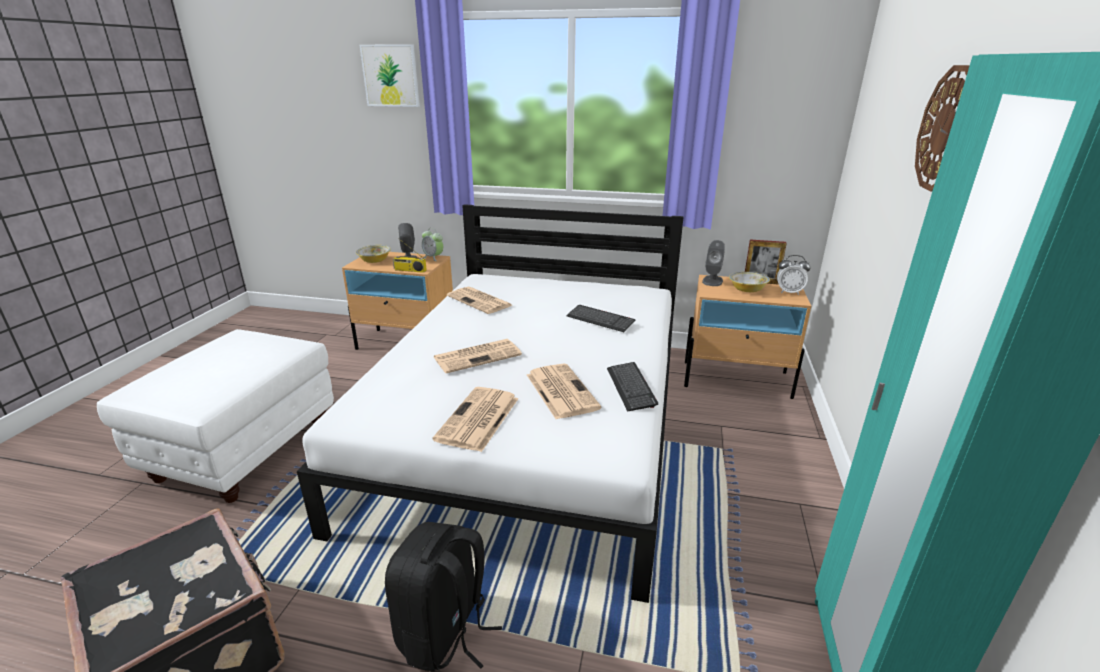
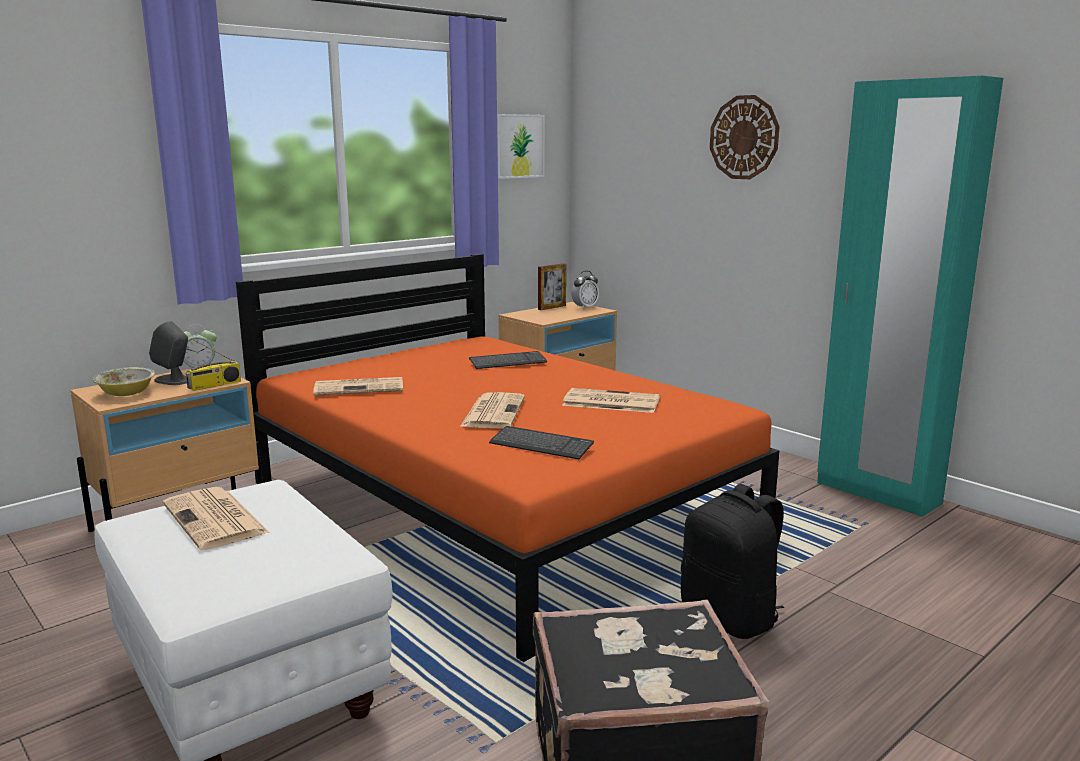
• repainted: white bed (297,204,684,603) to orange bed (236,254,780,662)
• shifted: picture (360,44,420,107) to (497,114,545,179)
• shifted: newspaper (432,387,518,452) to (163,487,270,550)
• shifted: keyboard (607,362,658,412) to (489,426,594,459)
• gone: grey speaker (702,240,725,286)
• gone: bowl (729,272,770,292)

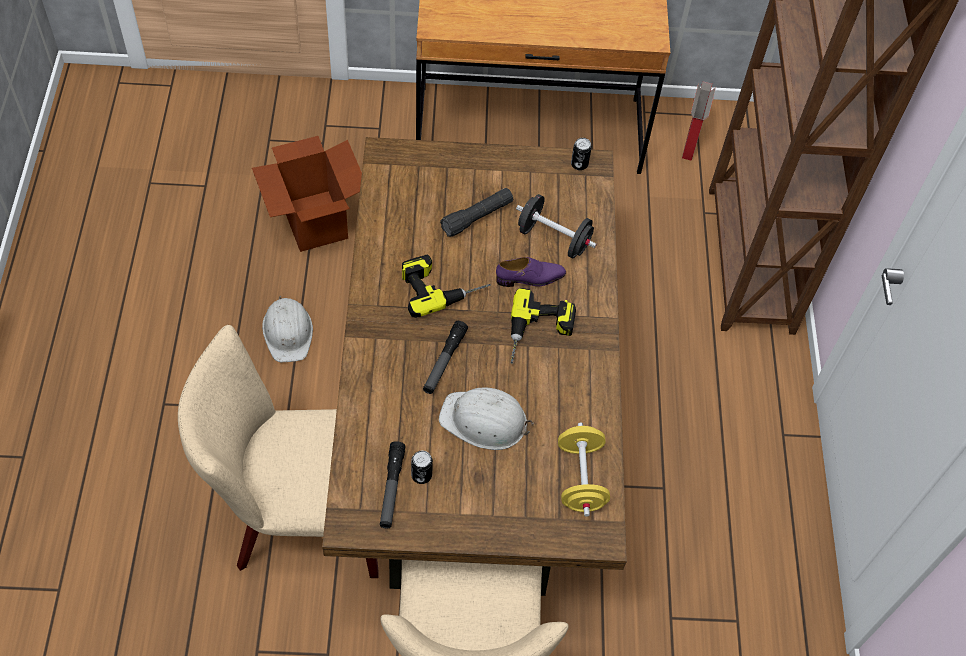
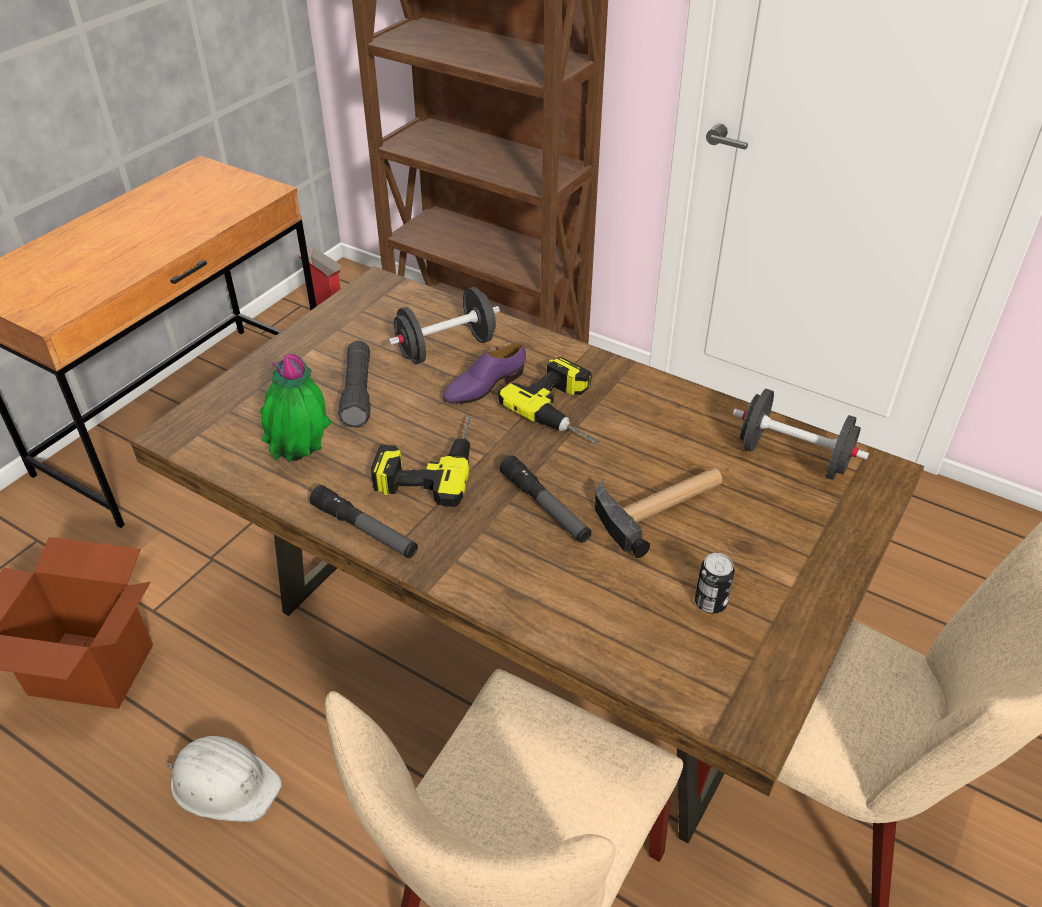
• shifted: flashlight (380,441,406,528) to (309,485,418,558)
• swapped: white hard hat (439,387,534,450) to hammer (595,467,723,558)
• rotated: purple shoe (496,257,566,287) = (443,342,526,404) 150 degrees counterclockwise
• repainted: yellow dumbbell (558,423,610,517) to black dumbbell (733,389,869,480)
• gone: can (571,138,592,170)
• new: potted plant (260,354,332,463)

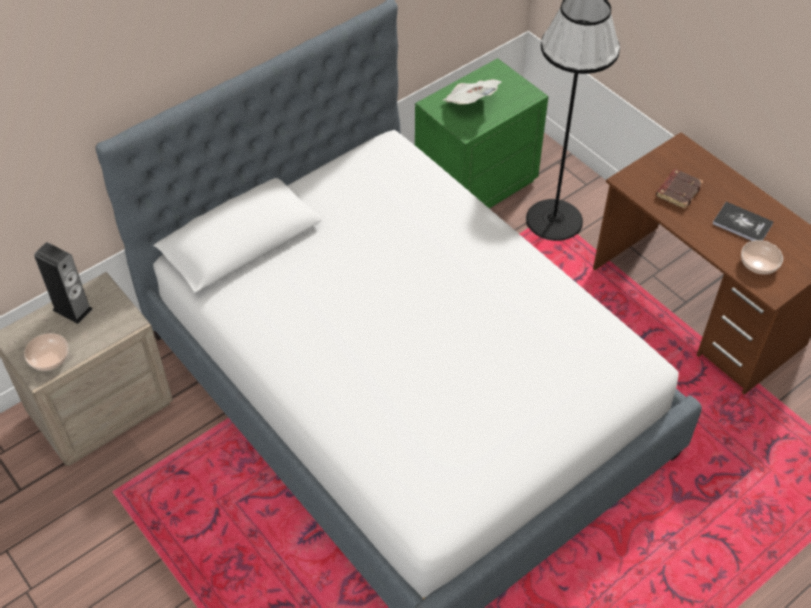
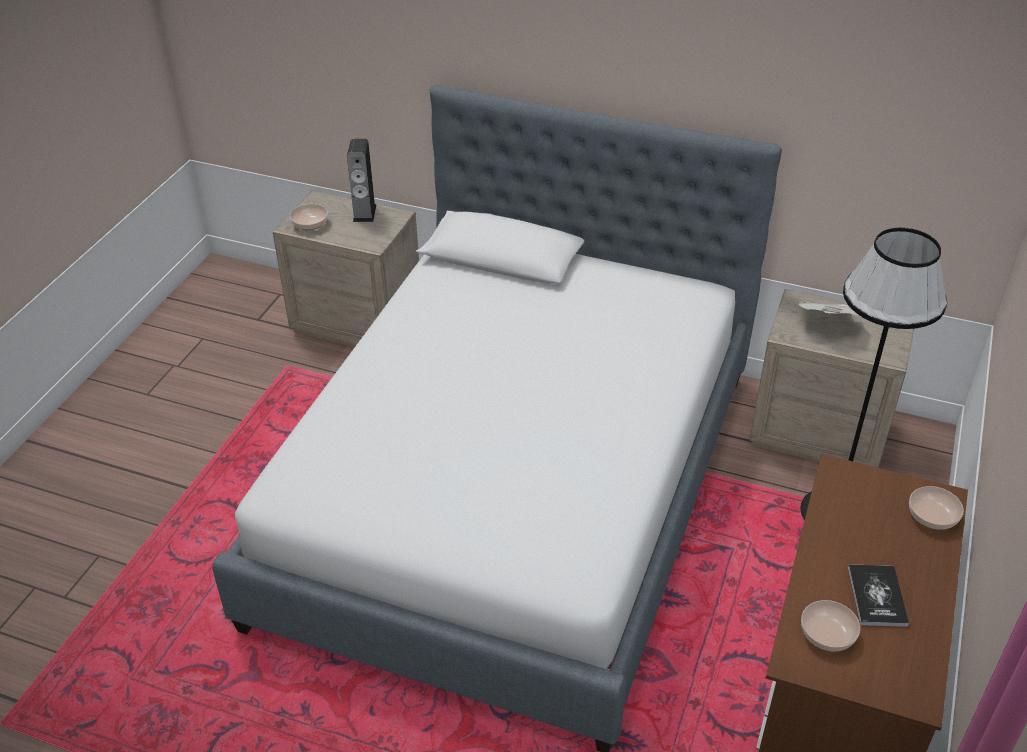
• repainted: green nightstand (415,58,549,208) to beige nightstand (750,289,914,468)
• gone: brown book (656,169,703,209)
• new: bowl (909,486,964,529)

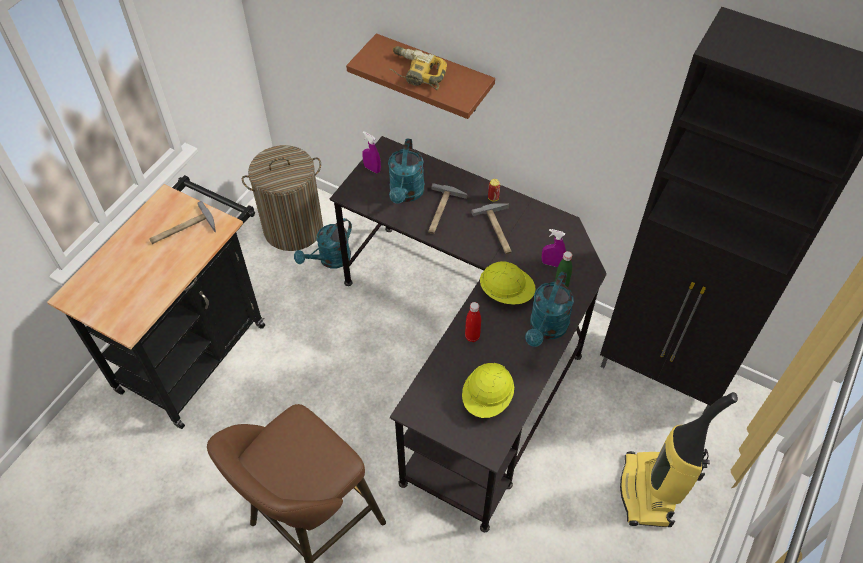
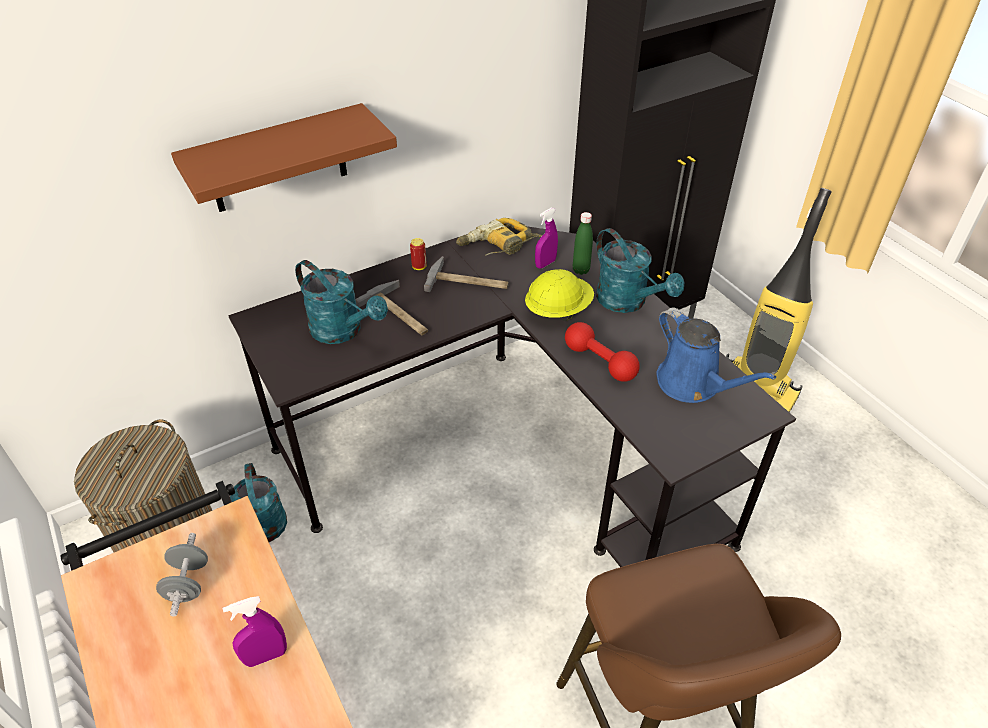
• swapped: hammer (149,201,216,244) to grey dumbbell (156,533,208,616)
• shifted: purple spray bottle (362,131,381,173) to (222,596,287,667)
• shifted: power drill (389,46,447,90) to (456,218,542,255)
• swapped: yellow hard hat (462,363,514,418) to blue watering can (656,307,776,403)
• swapped: red bottle (465,302,481,342) to red dumbbell (565,322,640,382)

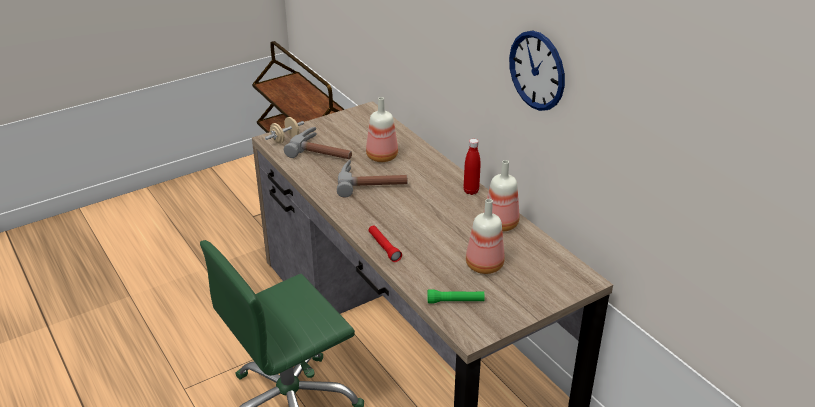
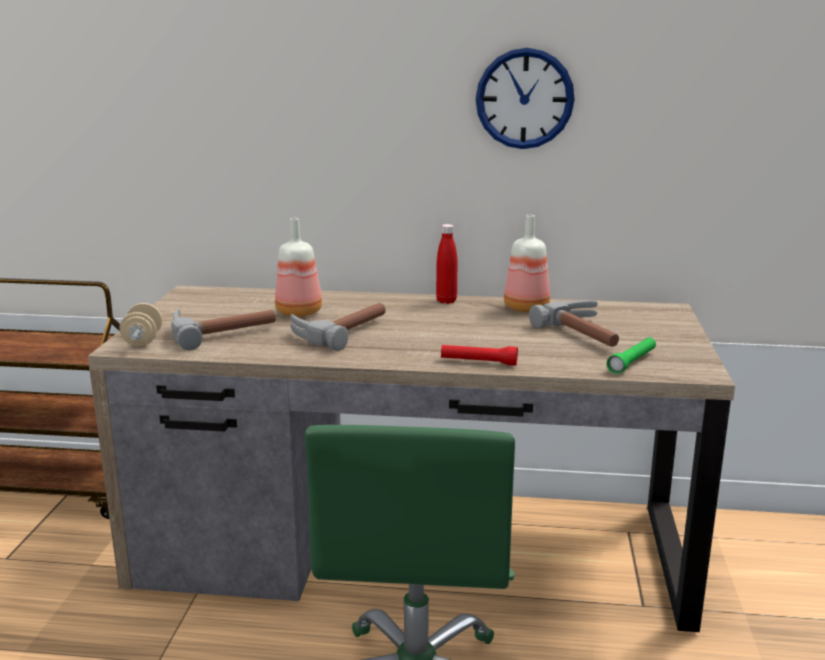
• swapped: bottle (466,199,505,274) to hammer (529,300,619,347)

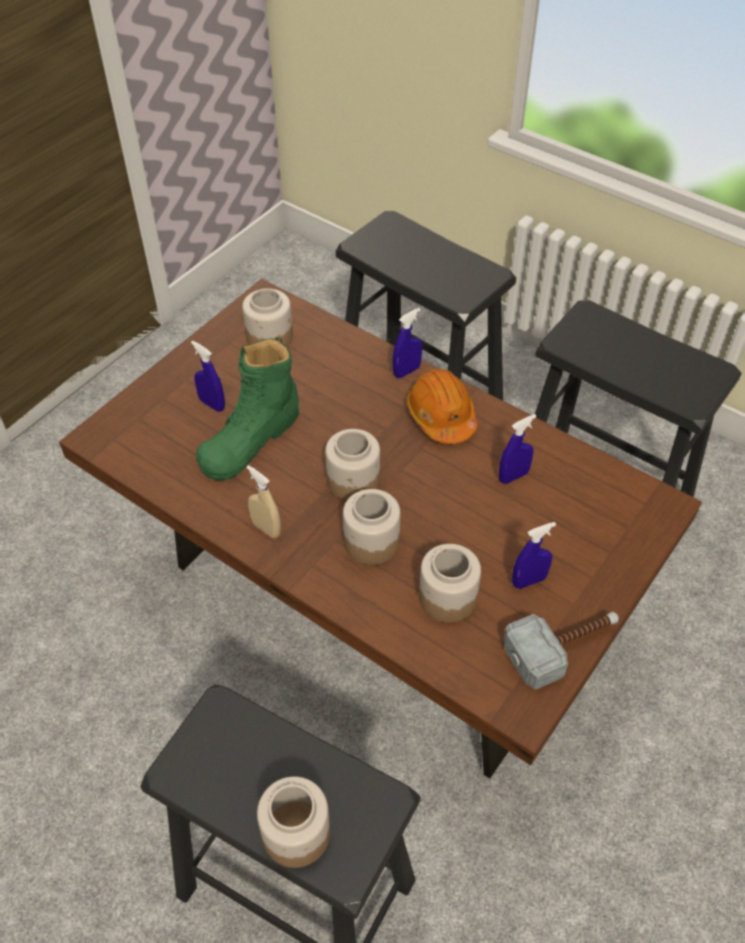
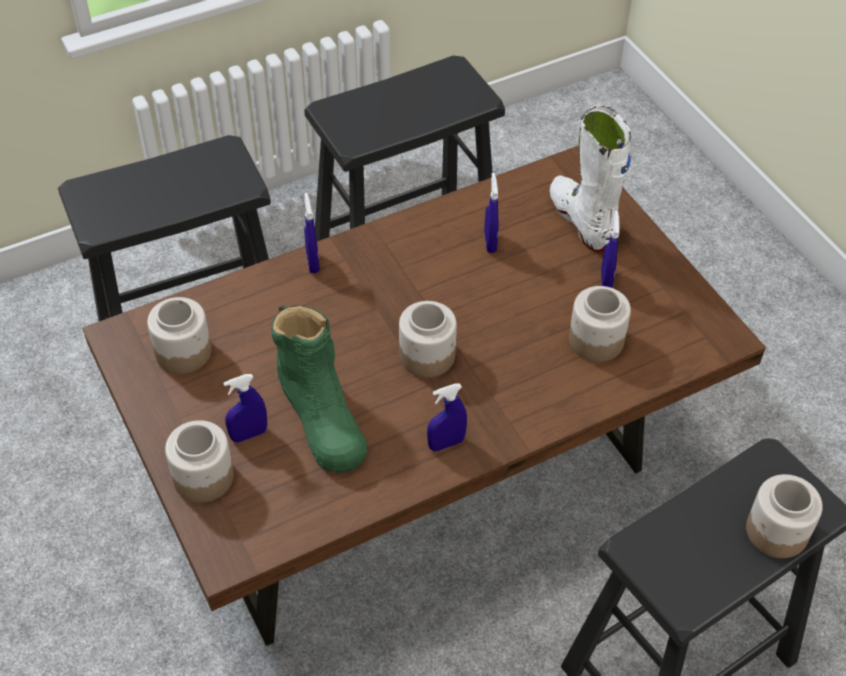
• repainted: beige spray bottle (246,465,281,538) to blue spray bottle (427,384,467,451)
• shifted: jar (343,489,401,565) to (165,420,234,503)
• gone: orange hard hat (406,369,478,444)
• gone: hammer (504,612,619,689)
• new: white boot (550,105,631,253)

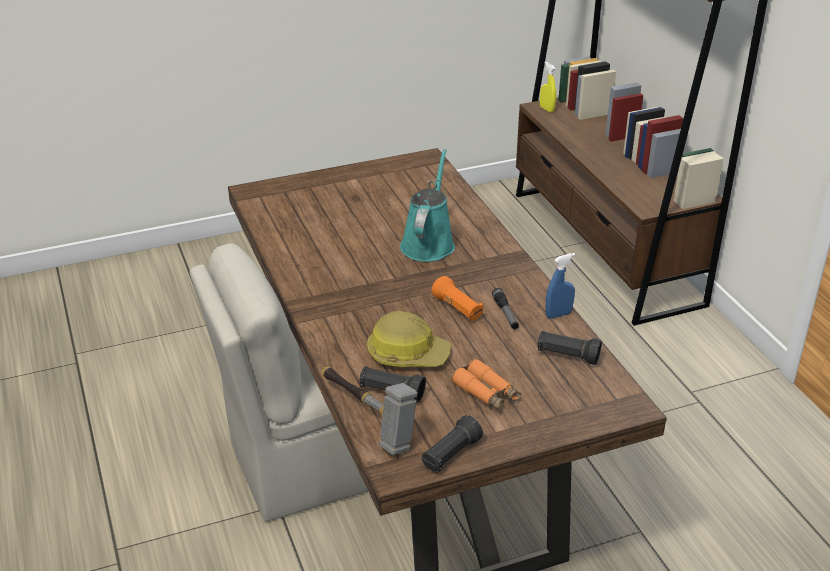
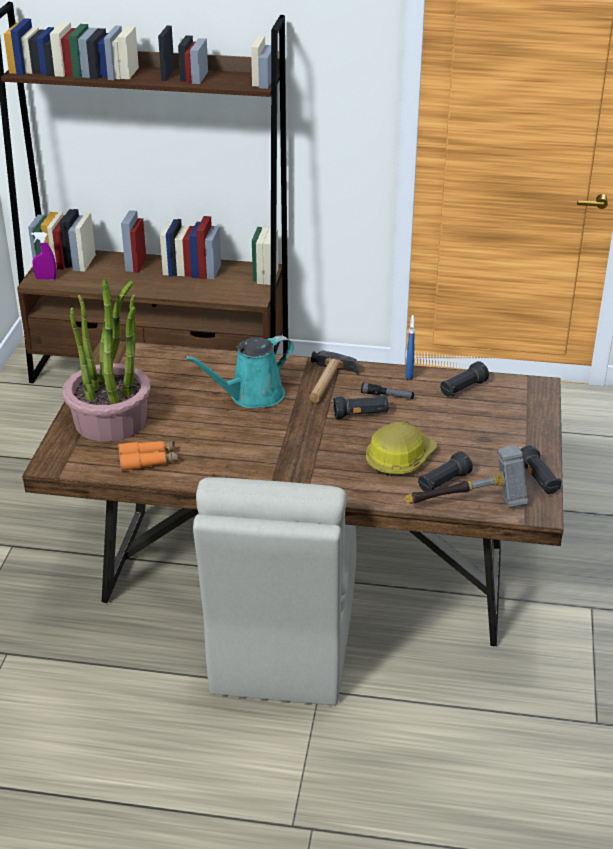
• rotated: turquoise watering can (400,149,455,262) = (185,336,294,408) 75 degrees counterclockwise
• repainted: orange flashlight (432,276,483,321) to black flashlight (333,395,389,419)
• shifted: orange binoculars (452,359,521,411) to (118,441,178,471)
• repainted: yellow spray bottle (540,62,556,113) to purple spray bottle (31,232,56,280)
• new: potted plant (62,279,151,442)
• new: hammer (309,350,359,403)

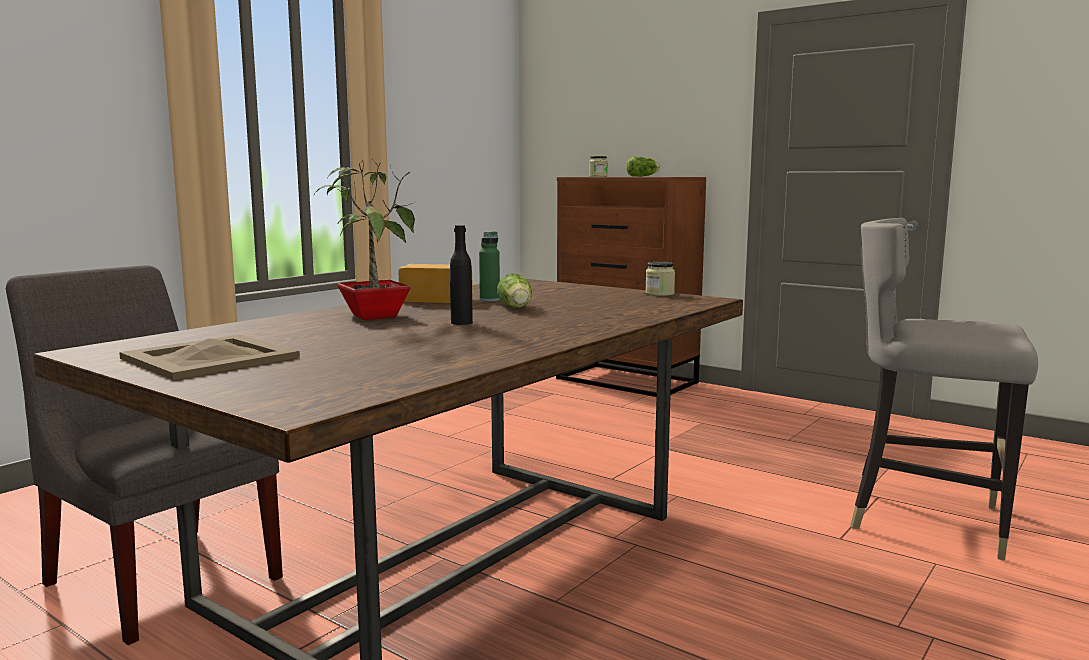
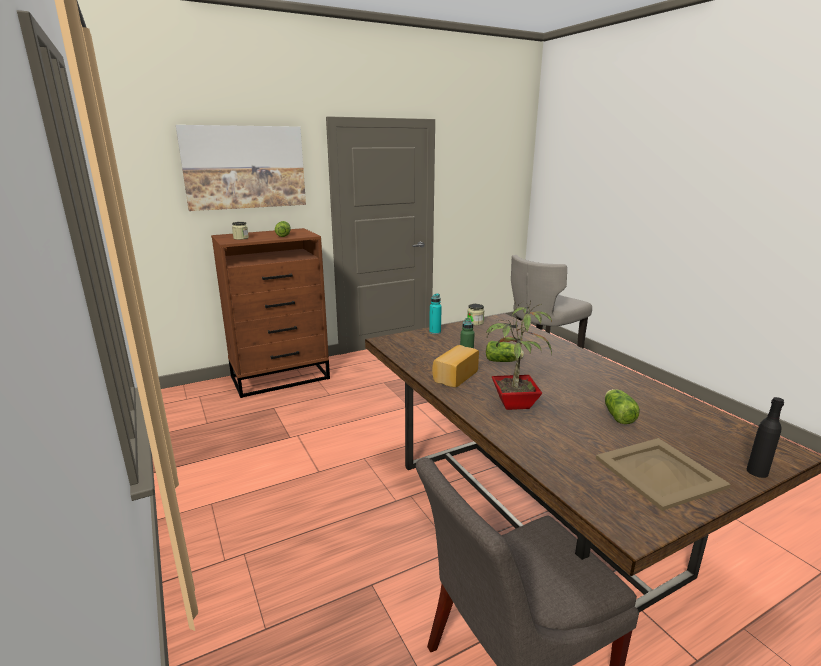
• shifted: black bottle (450,225,473,325) to (747,397,784,478)
• new: picture (176,125,306,211)
• new: turquoise bottle (429,293,442,334)
• new: lettuce (605,389,640,424)

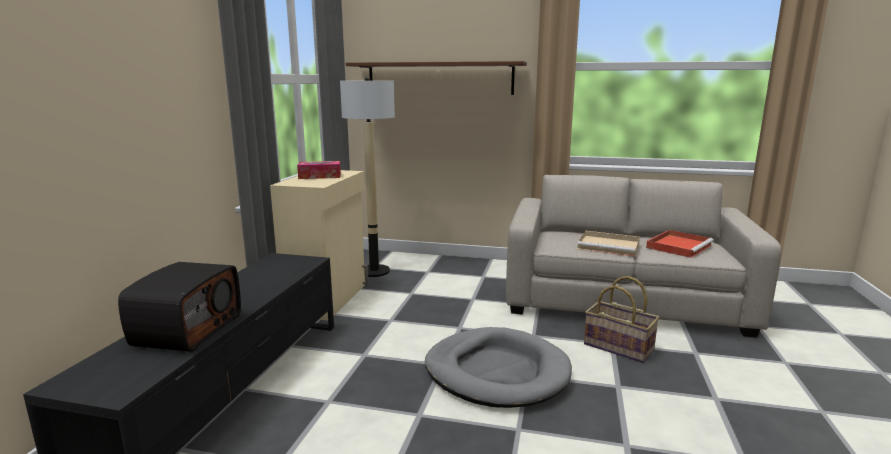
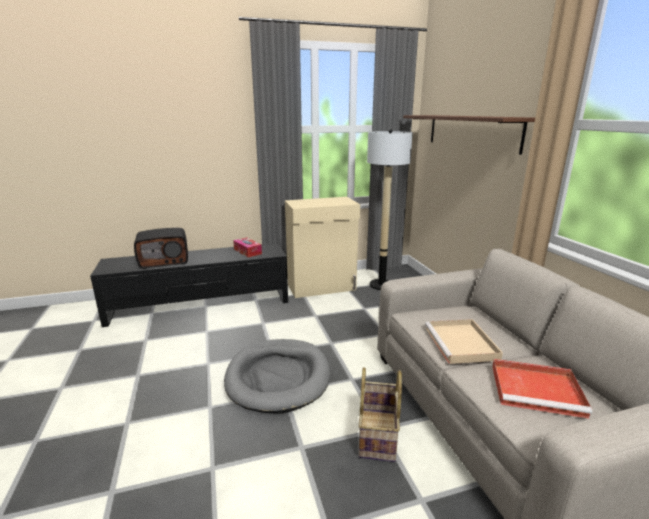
• shifted: tissue box (297,161,341,179) to (233,238,262,257)

